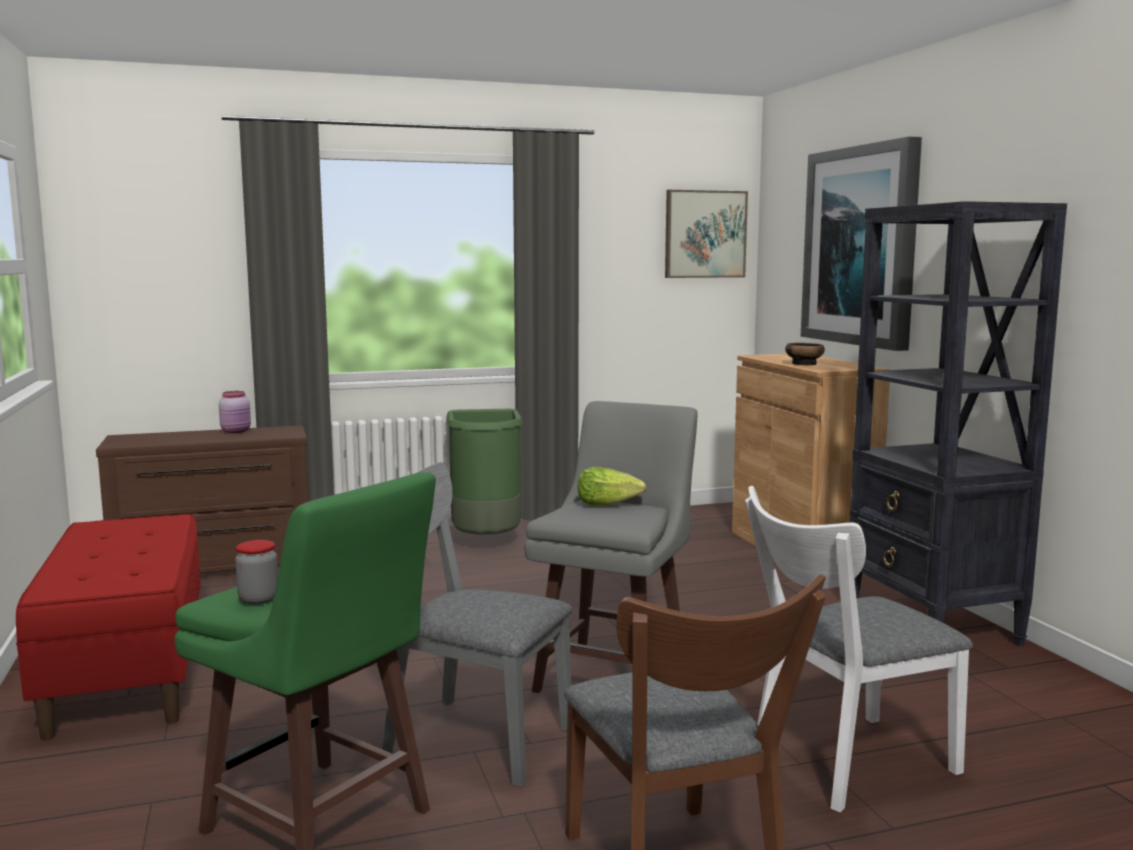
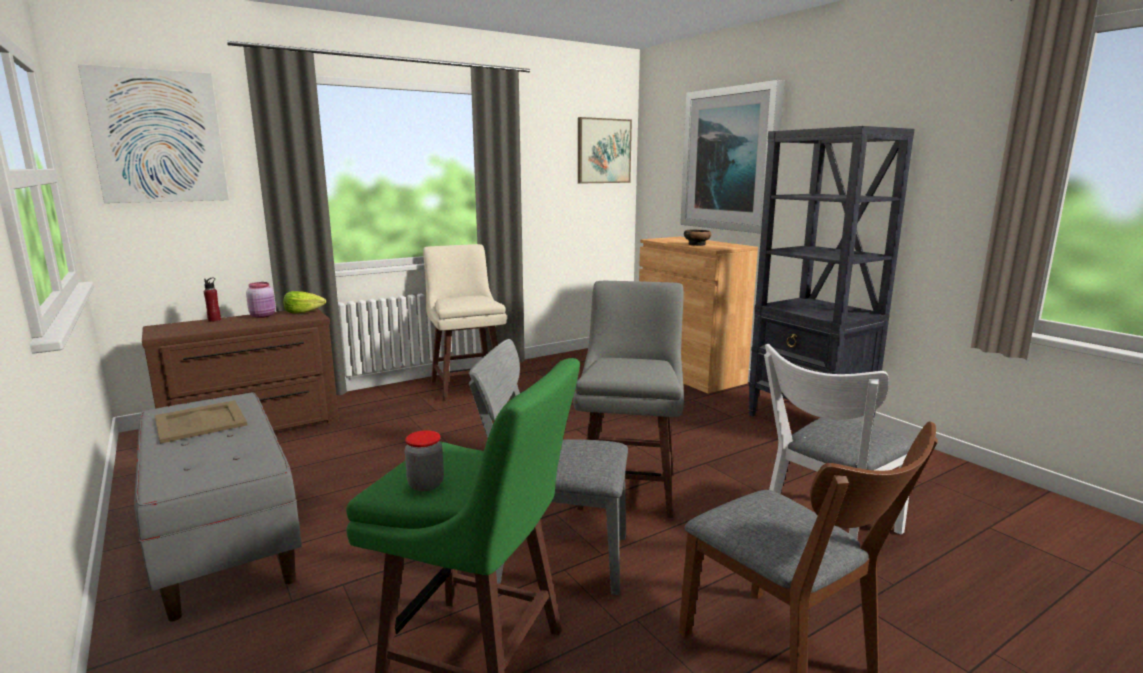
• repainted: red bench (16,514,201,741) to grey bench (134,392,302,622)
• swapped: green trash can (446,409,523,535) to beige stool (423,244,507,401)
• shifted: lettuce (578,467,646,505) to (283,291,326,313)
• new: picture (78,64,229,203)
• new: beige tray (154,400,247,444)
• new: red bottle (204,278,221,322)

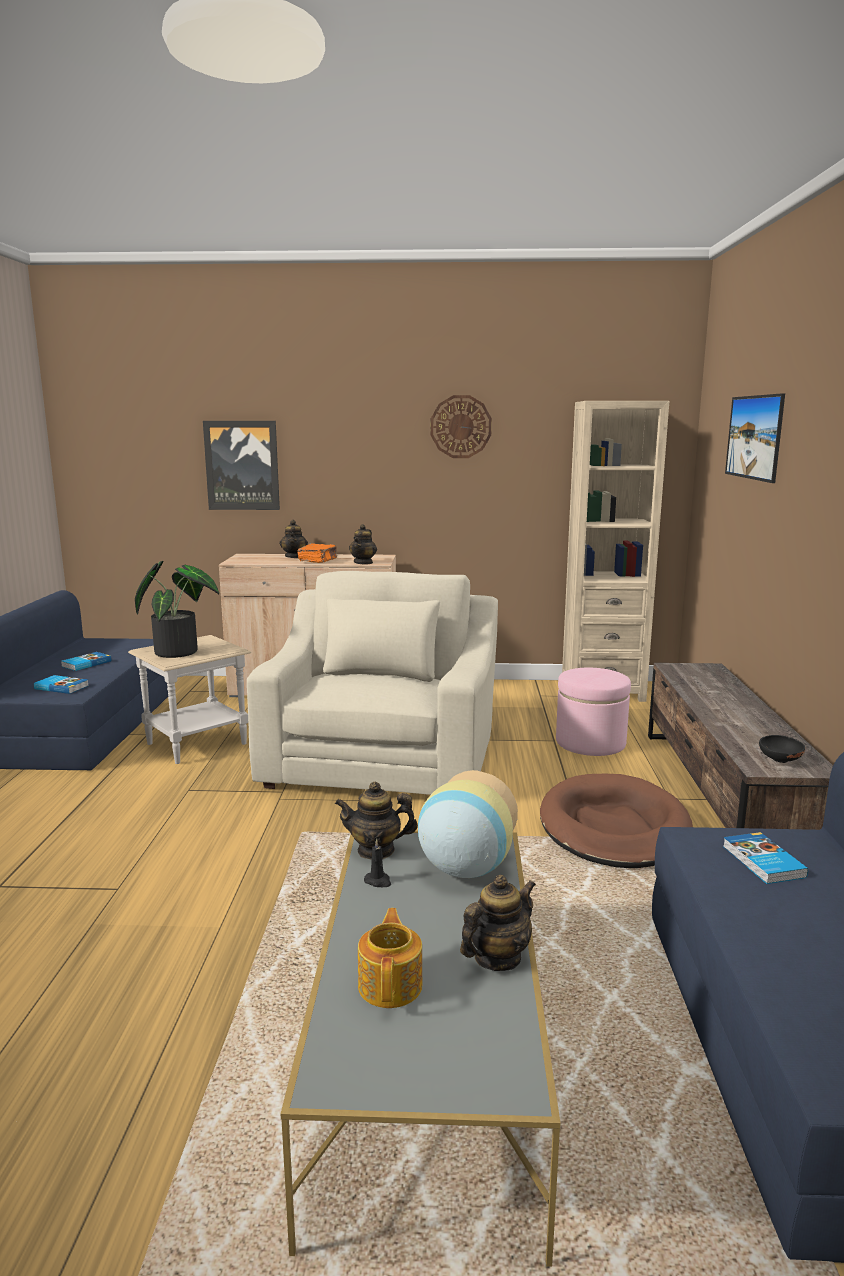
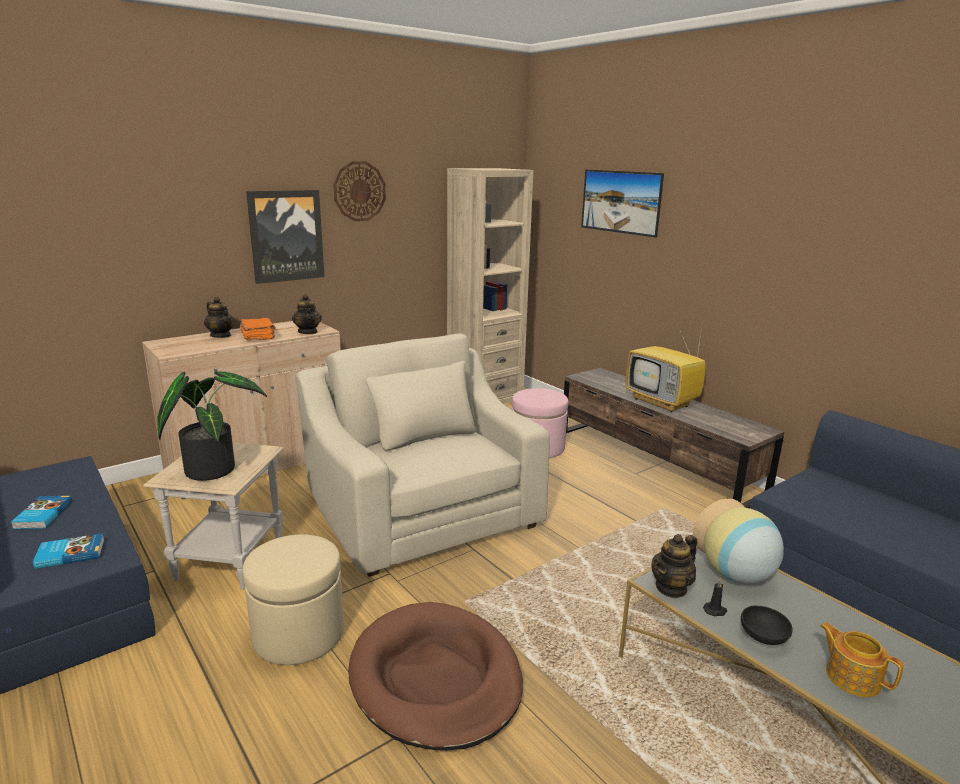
• shifted: picture (203,421,280,510) to (246,190,324,284)
• gone: teapot (460,875,536,971)
• shifted: brown dog bed (540,774,693,868) to (348,602,523,750)
• gone: book (723,832,808,884)
• shifted: black bowl (759,735,805,763) to (741,605,793,645)
• new: beige ottoman (243,534,344,665)
• new: television (626,324,706,412)

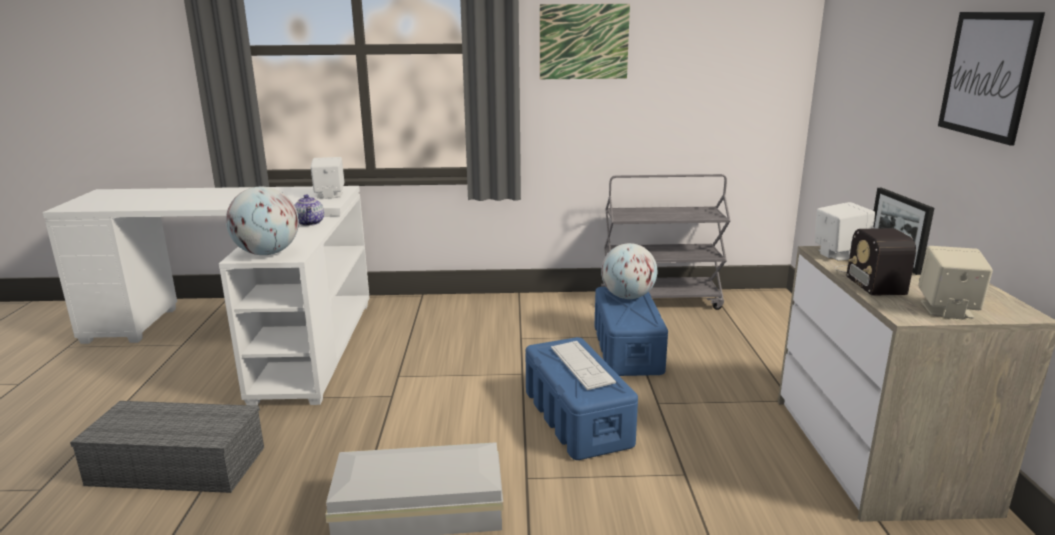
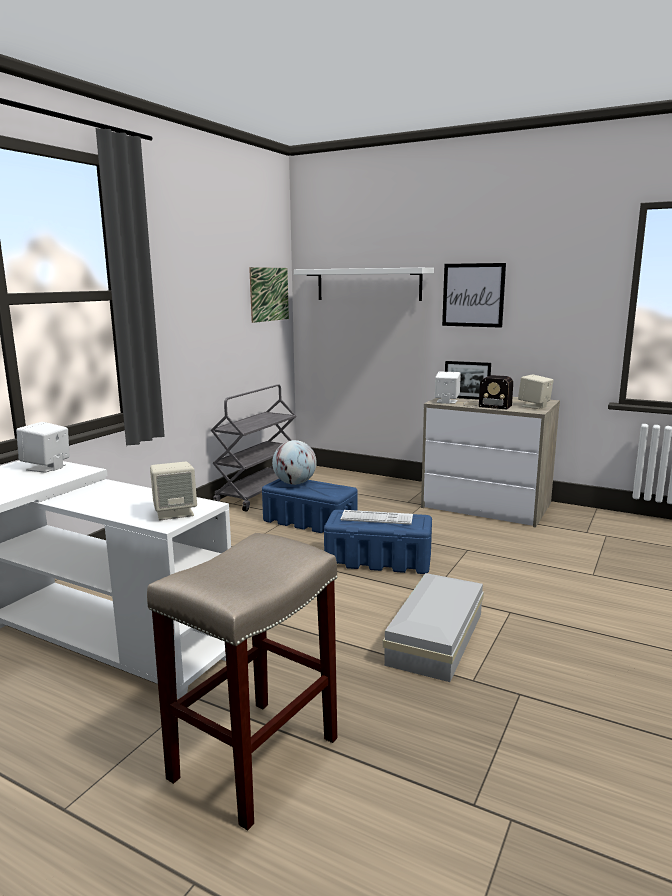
• swapped: grey storage box (70,401,264,493) to beige stool (147,533,337,831)
• swapped: globe (226,187,299,255) to beige speaker (150,461,197,520)
• gone: teapot (295,194,324,226)
• shifted: picture (540,4,630,79) to (249,267,289,323)
• new: white shelf (294,268,434,301)

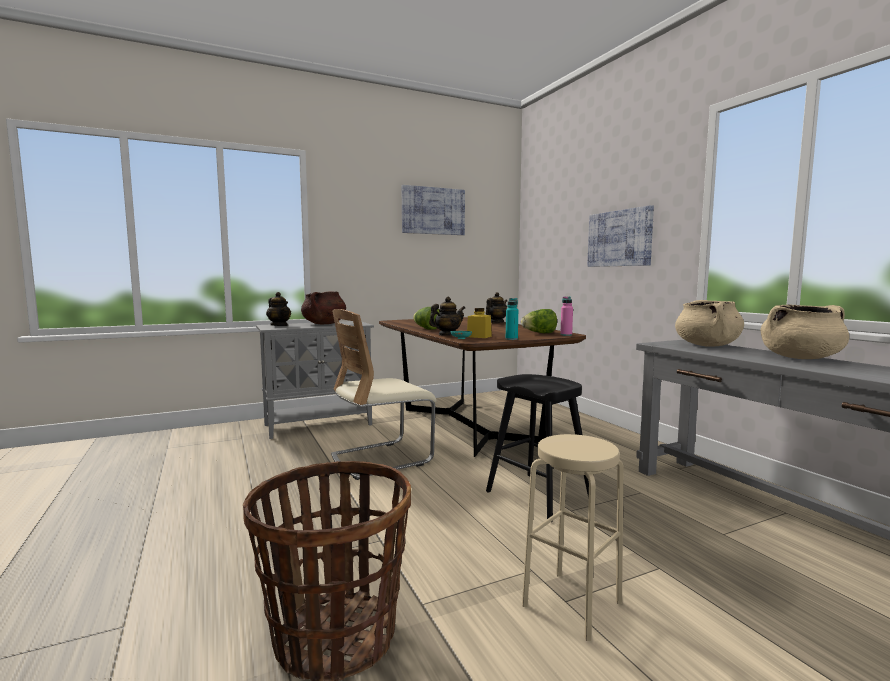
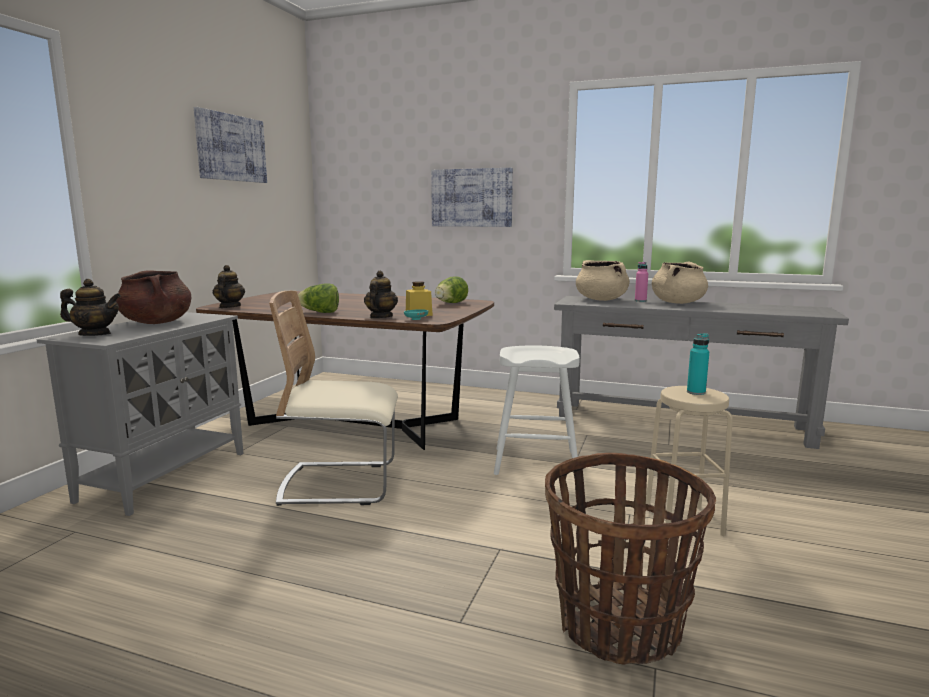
• rotated: beige chair (331,309,437,480) = (269,291,398,506) 75 degrees clockwise
• shifted: teapot (486,292,507,323) to (213,265,245,308)
• repainted: black stool (486,374,589,522) to white stool (494,345,580,475)
• shifted: turquoise bottle (506,298,518,340) to (687,333,709,395)
• shifted: pink bottle (560,296,573,336) to (635,262,648,302)

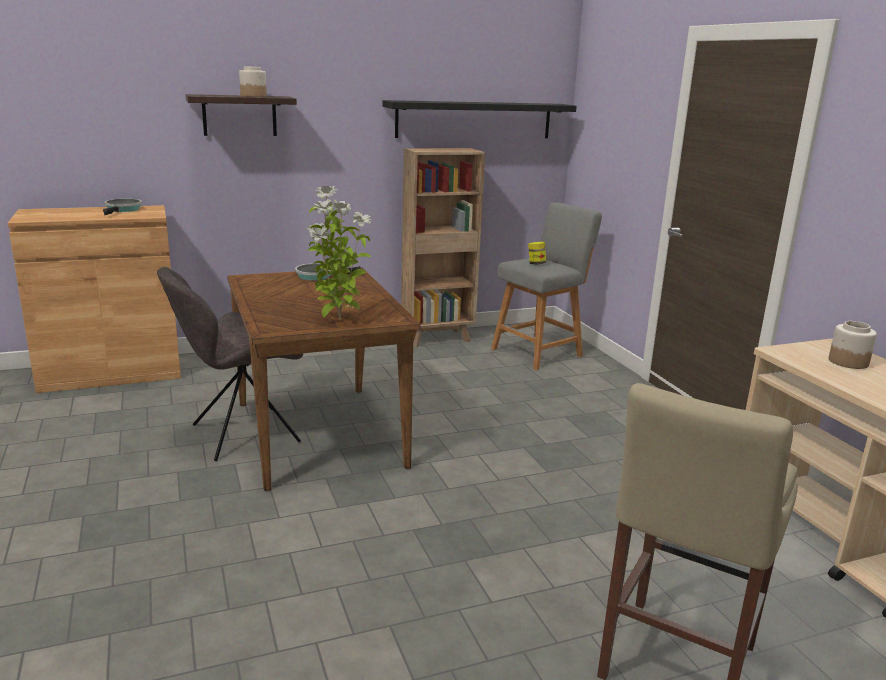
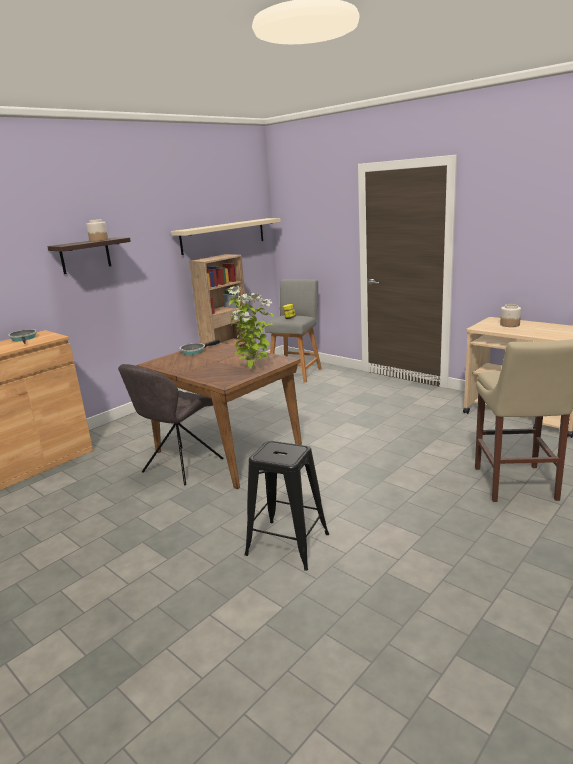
• repainted: black shelf (382,100,577,138) to beige shelf (171,218,281,255)
• new: black stool (245,441,329,571)

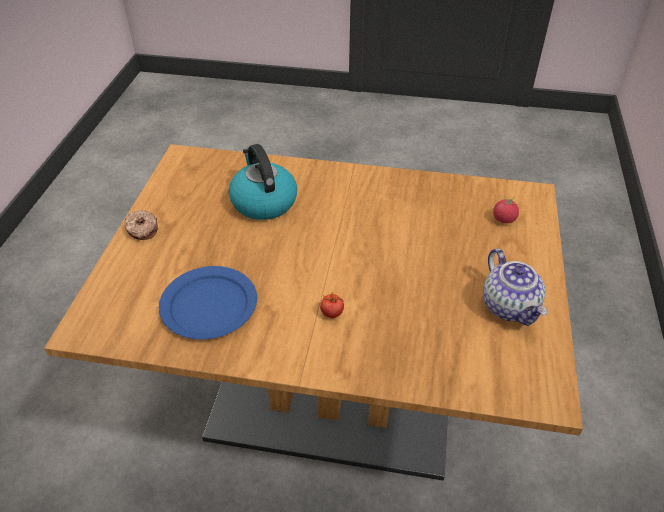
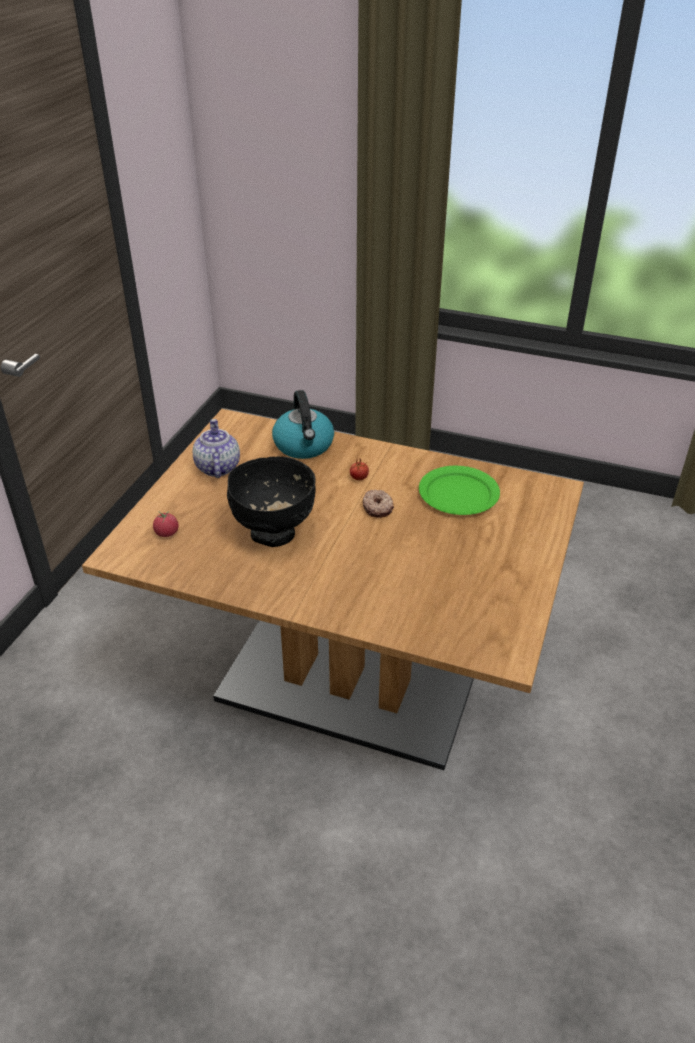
• shifted: donut (125,210,158,240) to (363,489,394,518)
• repainted: blue plate (159,266,257,339) to green plate (419,466,500,515)
• shifted: kettle (229,144,297,220) to (272,390,334,459)
• new: black bowl (227,456,316,547)

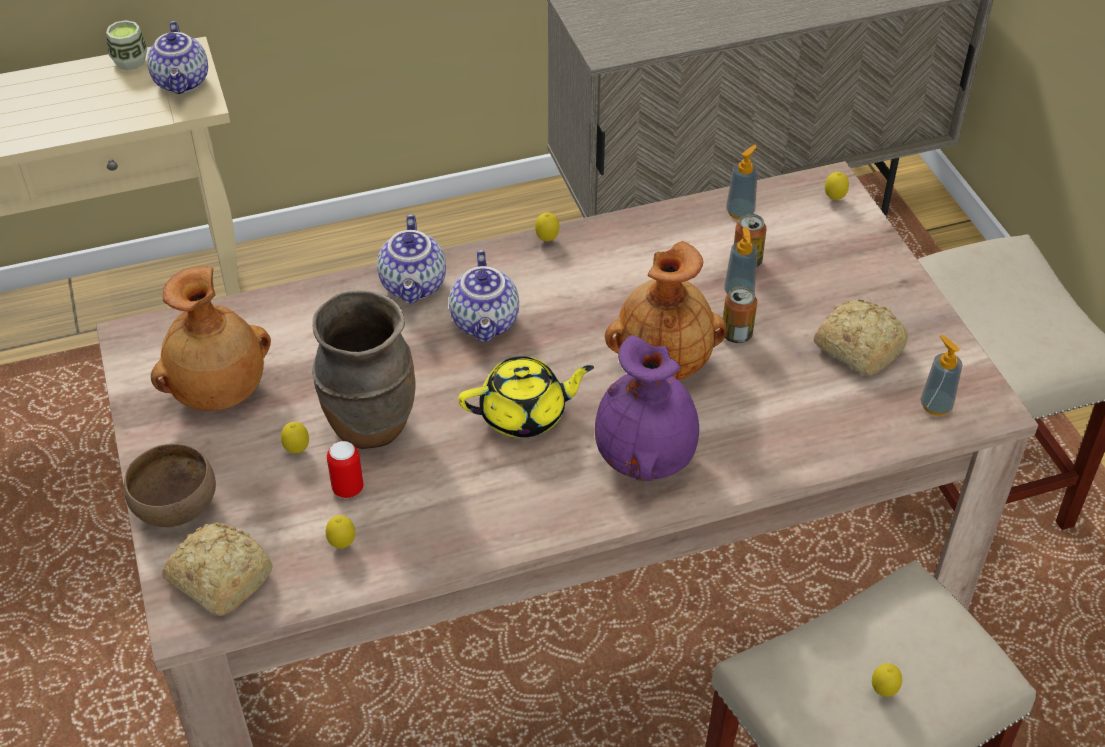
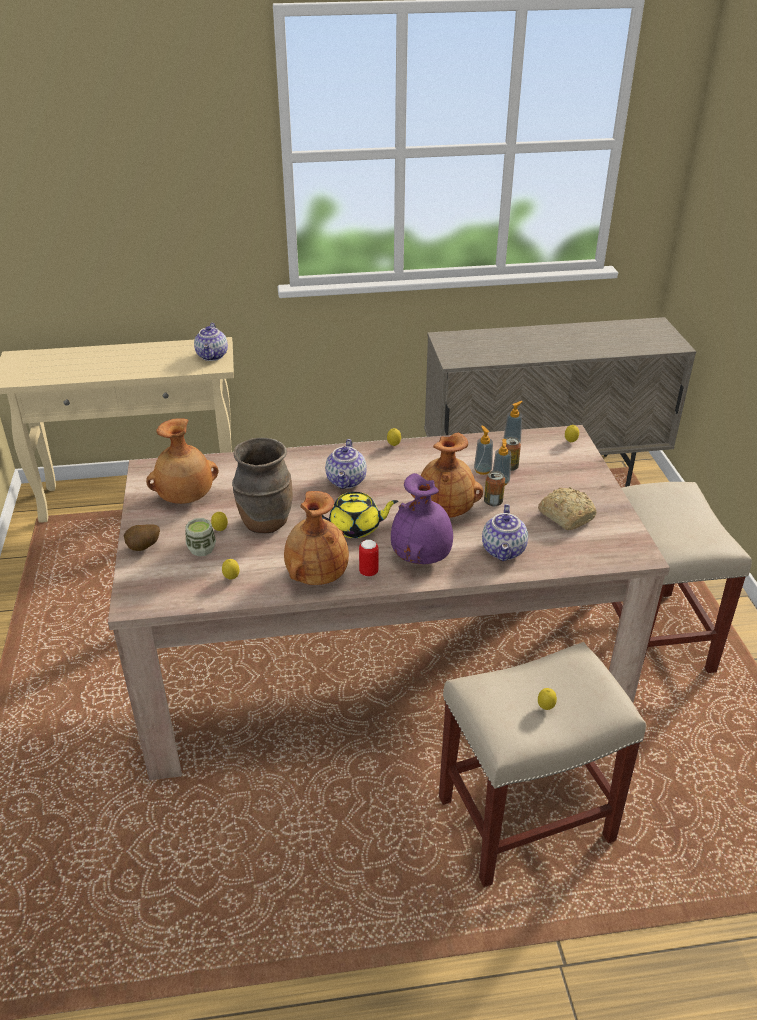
• shifted: cup (106,20,147,70) to (185,518,216,556)
• swapped: brown bowl (124,444,216,527) to potato (124,524,160,551)
• gone: bread (162,522,273,616)
• shifted: can (327,441,363,498) to (359,540,378,577)
• shifted: teapot (377,214,446,304) to (482,504,528,561)
• shifted: soap dispenser (920,335,963,416) to (474,426,493,475)
• new: brown vase (284,491,349,585)

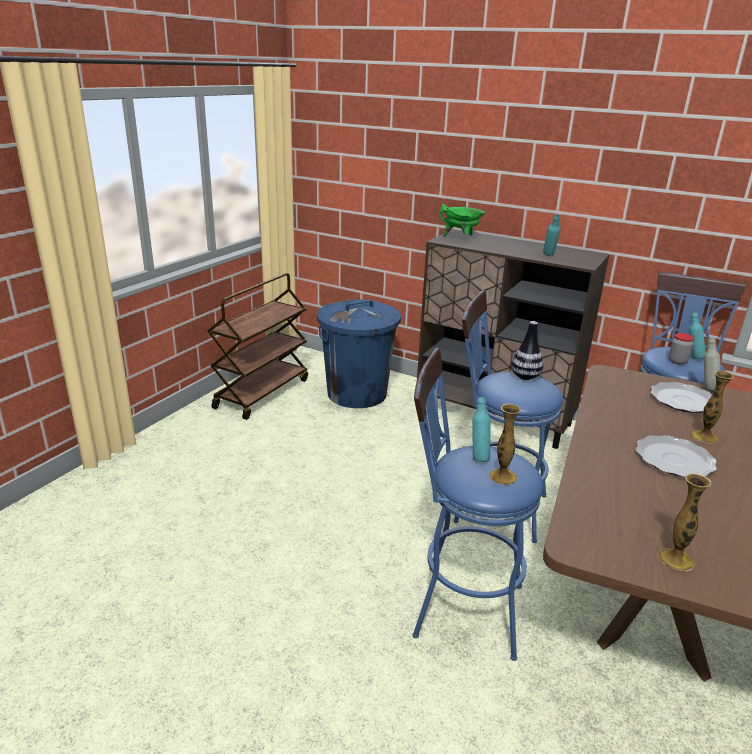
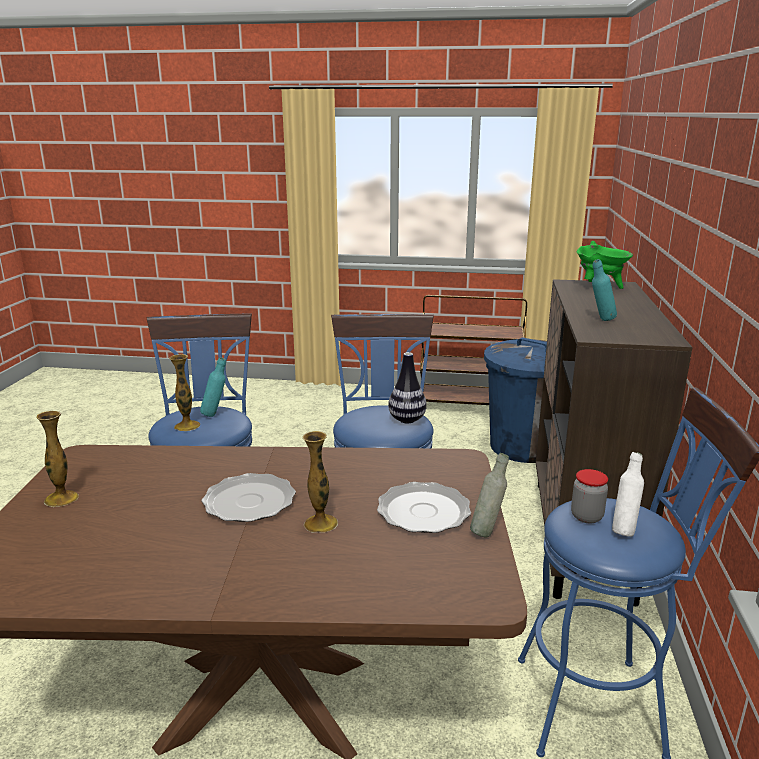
• repainted: turquoise bottle (689,312,706,359) to white bottle (612,452,644,537)

